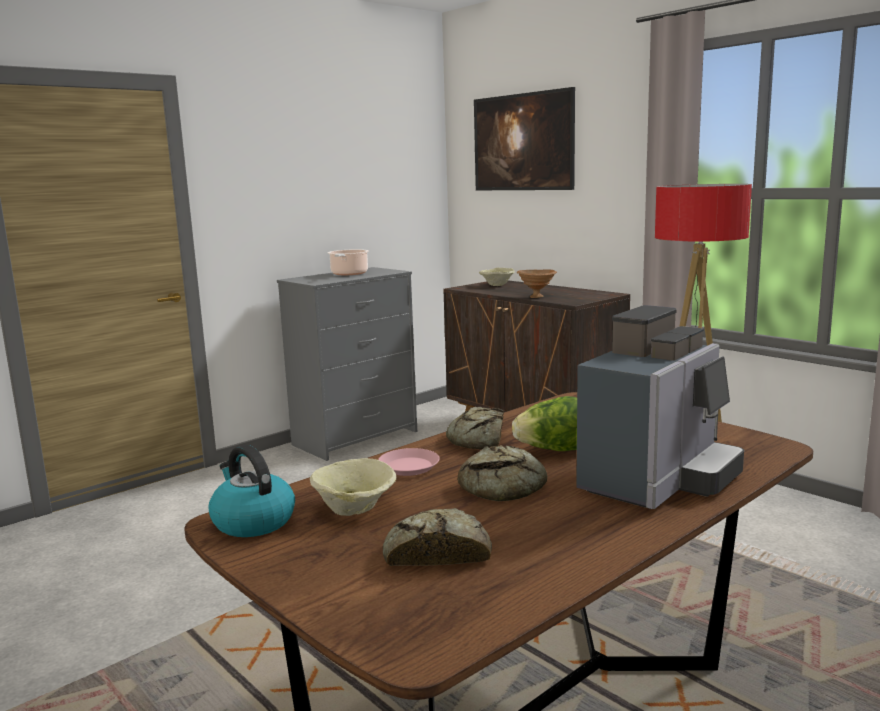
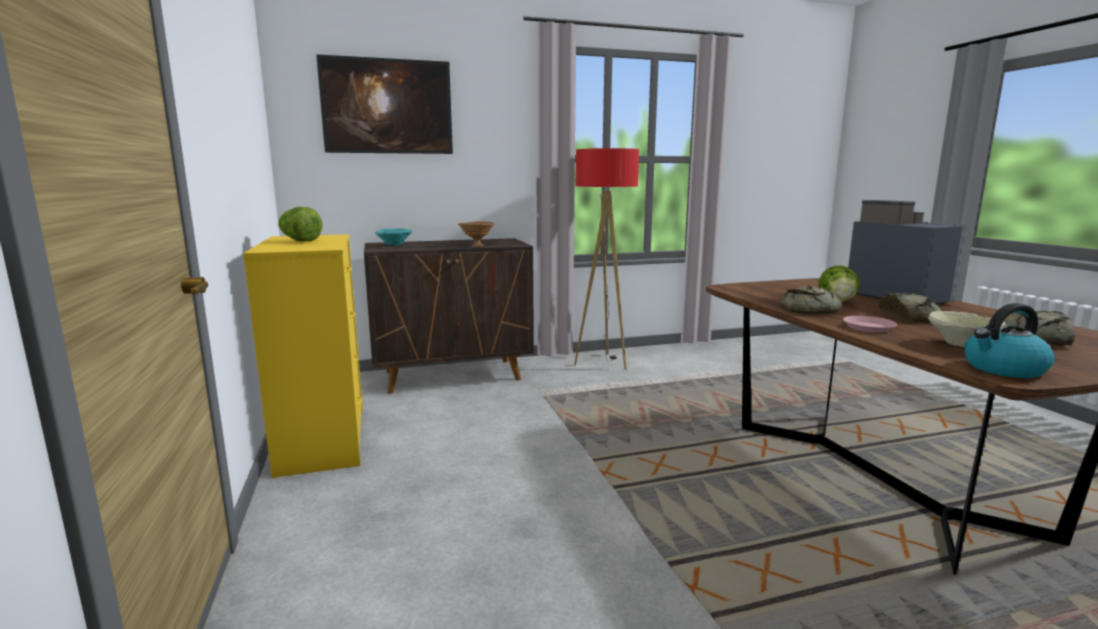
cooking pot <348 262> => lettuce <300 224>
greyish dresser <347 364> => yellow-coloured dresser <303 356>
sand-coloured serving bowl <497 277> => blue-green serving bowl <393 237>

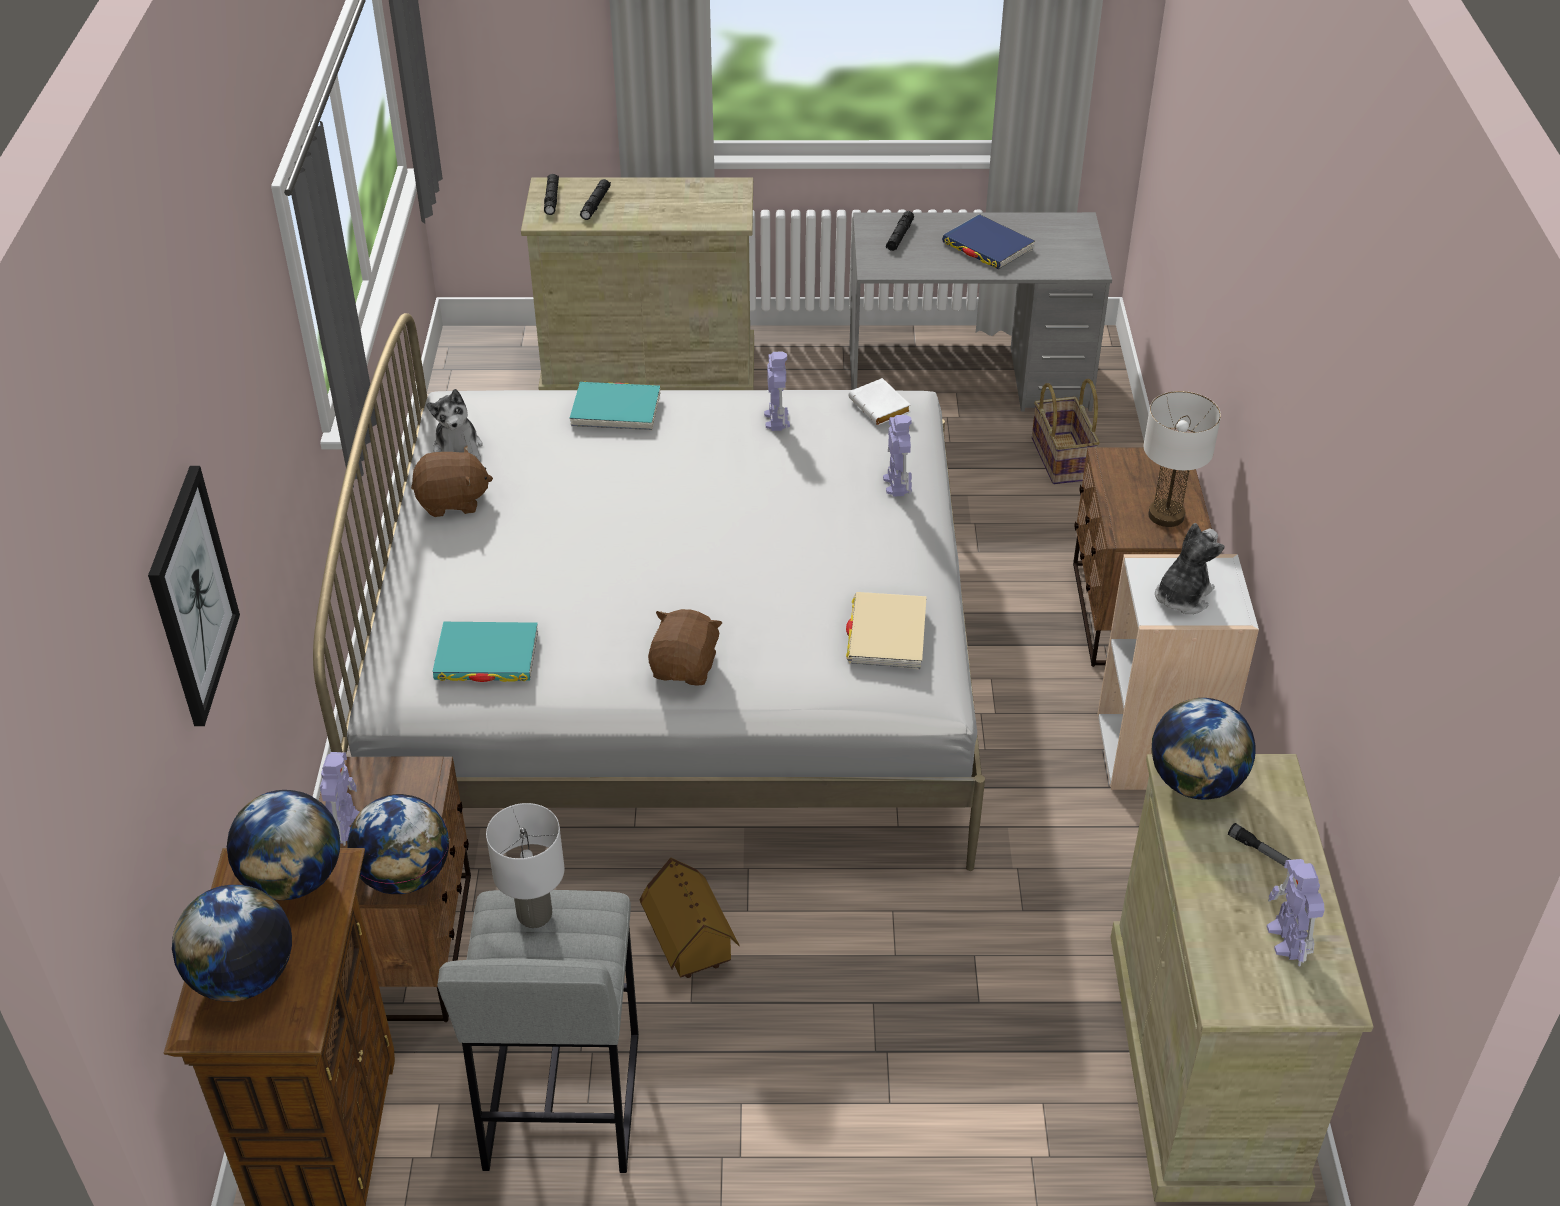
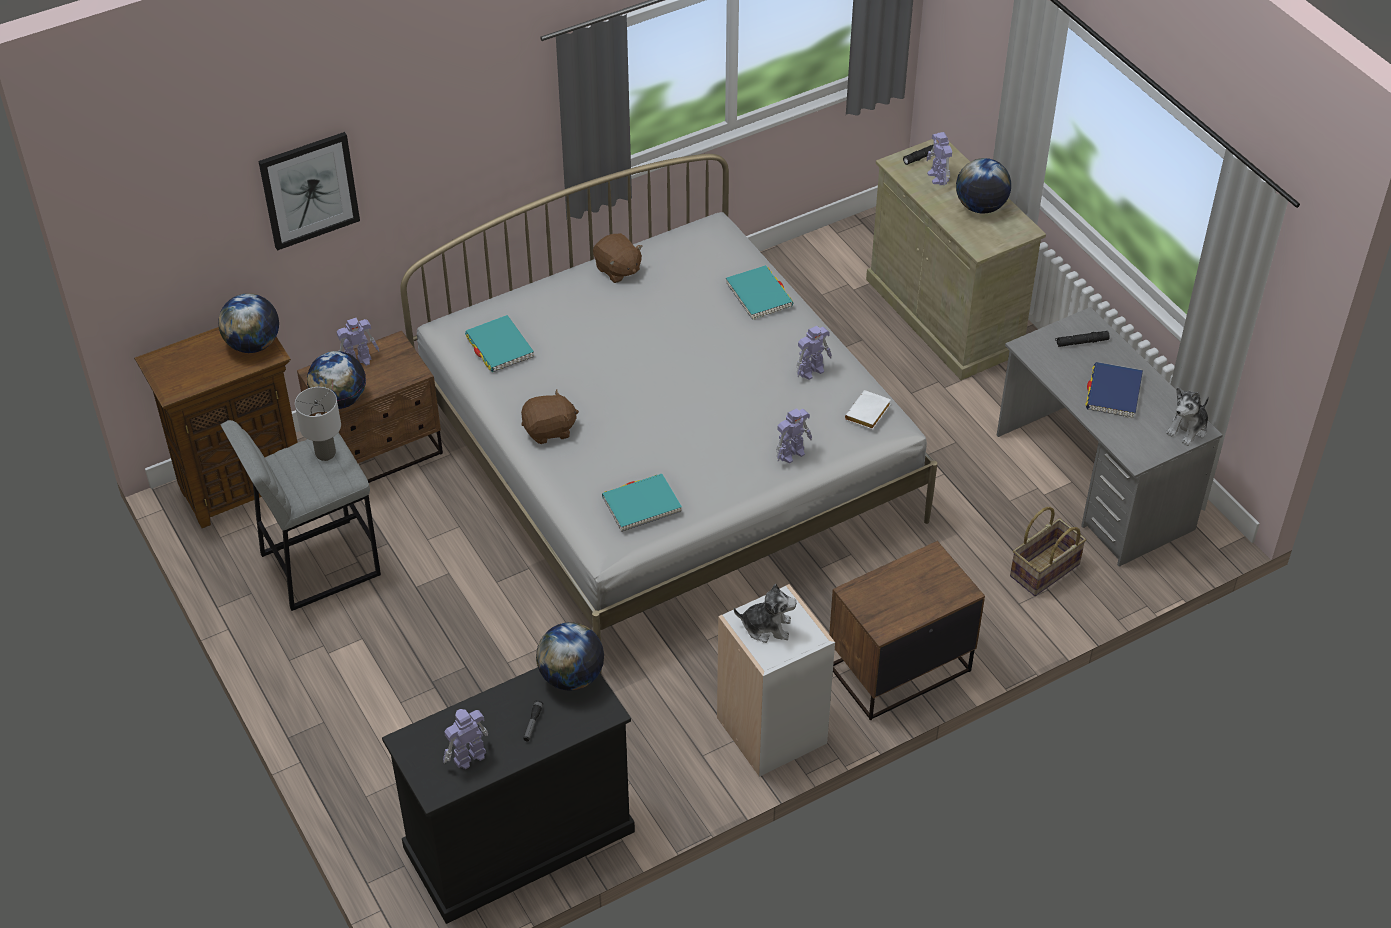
toy house <690 918> => nothing
lamp for a table <1182 459> => nothing
world globe <232 943> => world globe <983 185>, moved
cuddly toy <454 425> => cuddly toy <1187 416>, moved
black-coloured flashlight <595 199> => model robot <939 159>
sand-coloured bound book <886 631> => blue-green bound book <642 503>
sand-coloured dresser <1242 978> => black-coloured dresser <508 795>

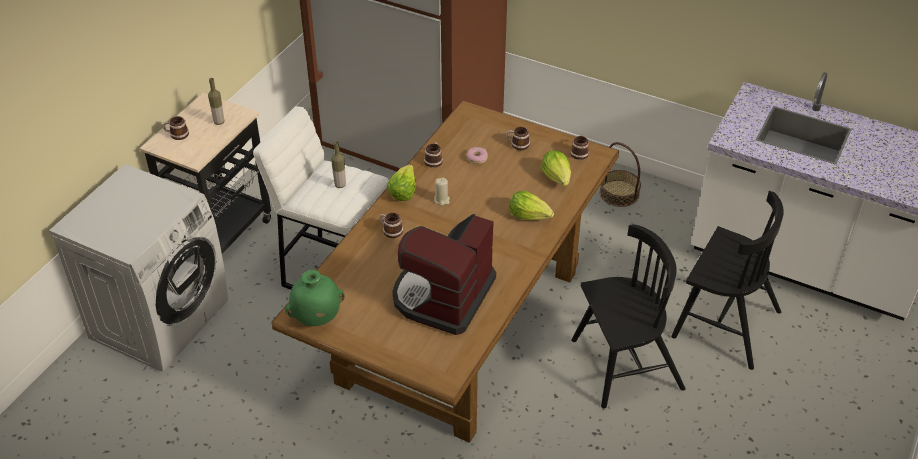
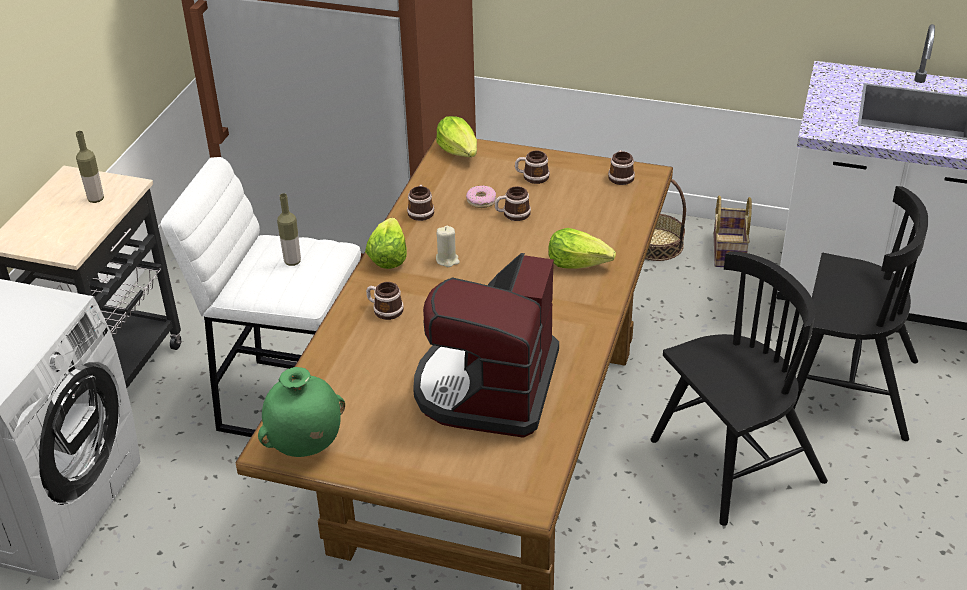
nothing => storage basket <733 231>
coffee mug <176 128> => coffee mug <513 203>, moved
lettuce <556 168> => lettuce <456 136>, moved

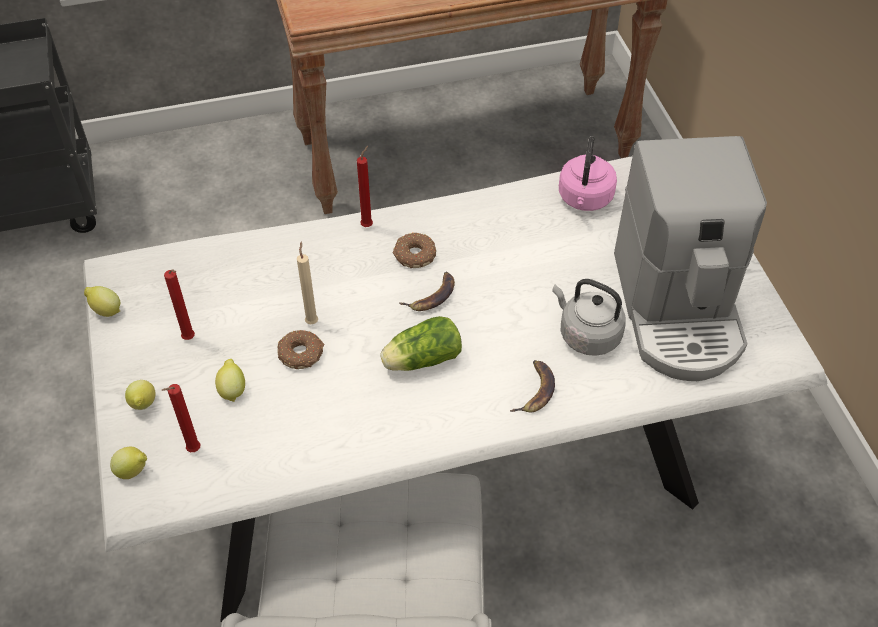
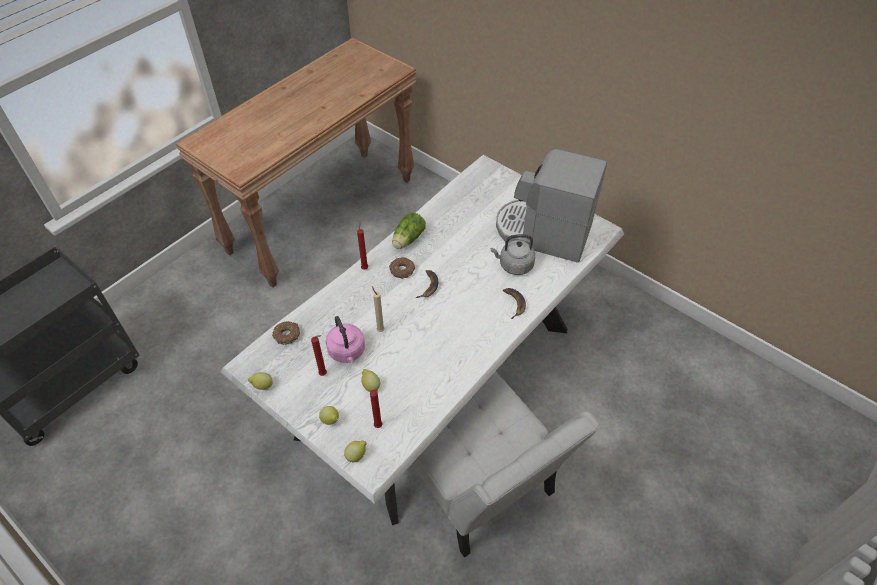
donut <301 350> => donut <286 333>, moved
lettuce <421 343> => lettuce <409 231>, moved
pink water kettle <588 173> => pink water kettle <345 339>, moved
coffee machine <690 258> => coffee machine <551 205>, 150 degrees clockwise

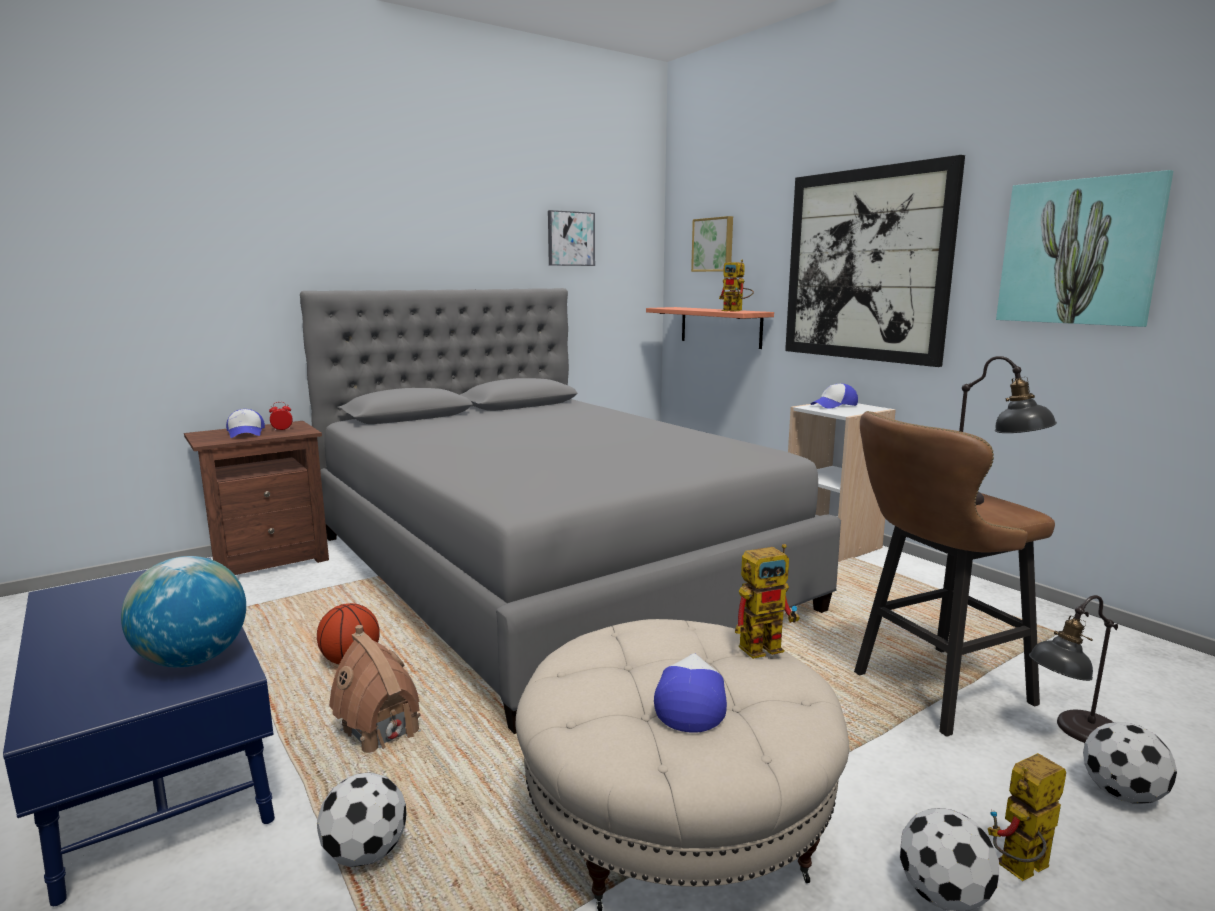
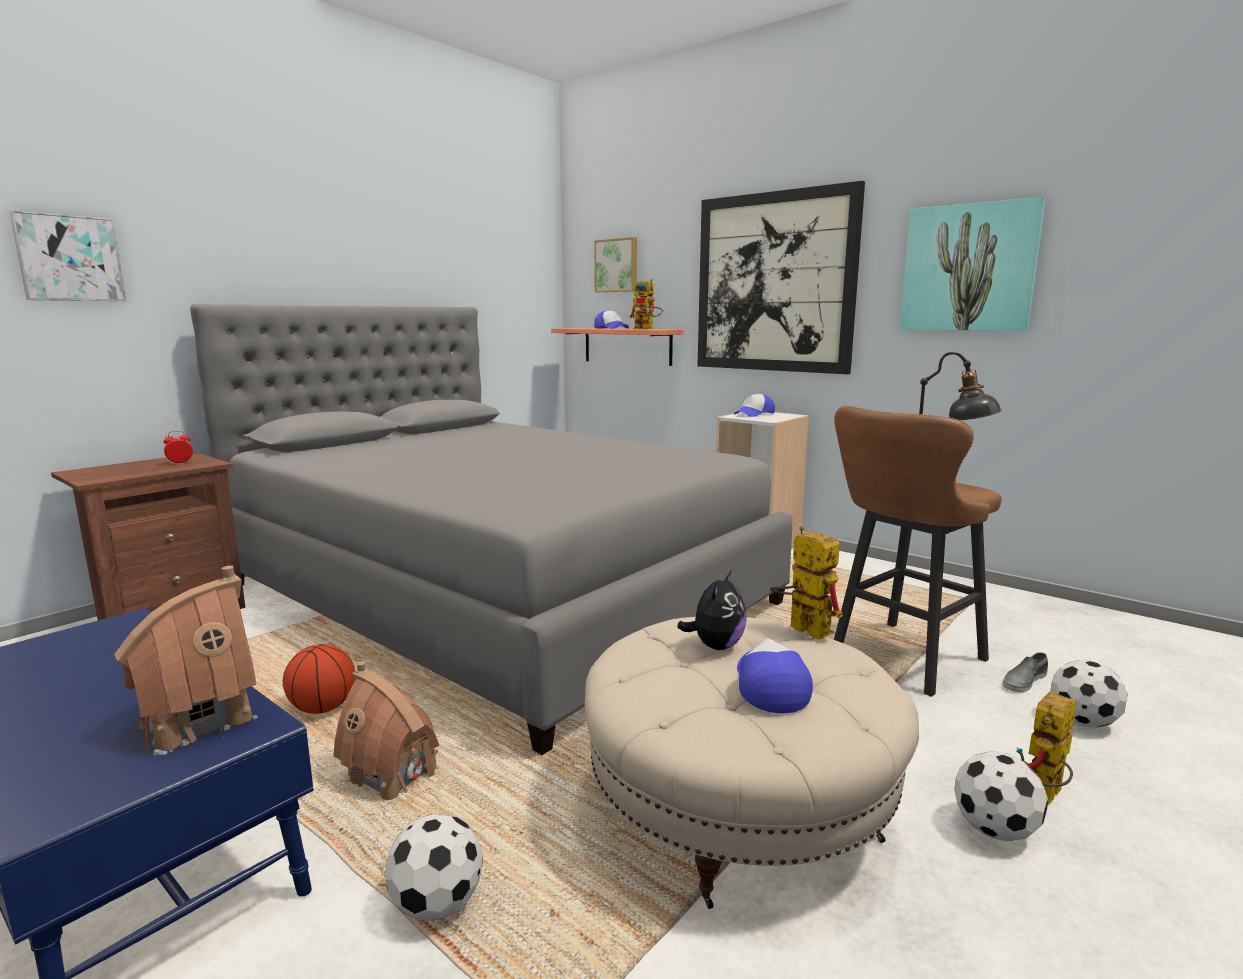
nothing => cuddly toy <711 610>
baseball cap <245 423> => baseball cap <611 320>, moved
wall picture <571 238> => wall picture <67 255>, moved
world globe <183 612> => toy house <186 660>
greyish lamp for a table <1073 669> => greyish item of footwear <1025 672>
model robot <767 601> => model robot <806 583>, 90 degrees counterclockwise

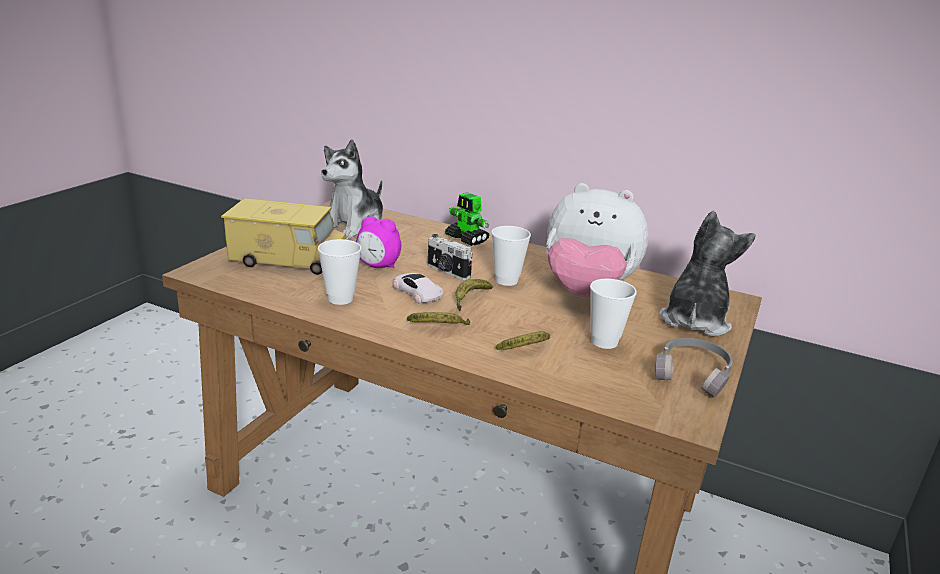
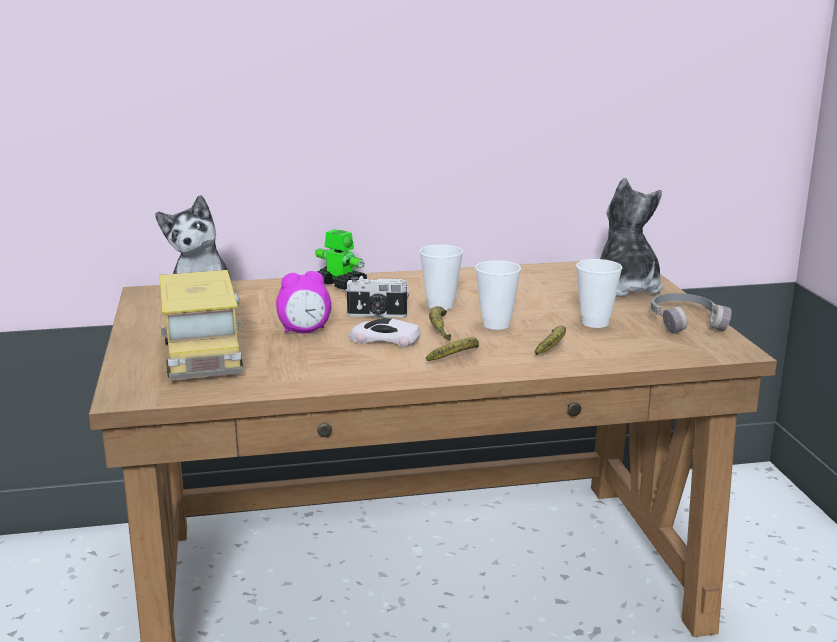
cuddly toy <597 240> => nothing
small cup <339 272> => small cup <498 295>, moved
model truck <285 236> => model truck <201 325>, 105 degrees clockwise
model robot <467 219> => model robot <341 259>, 150 degrees counterclockwise

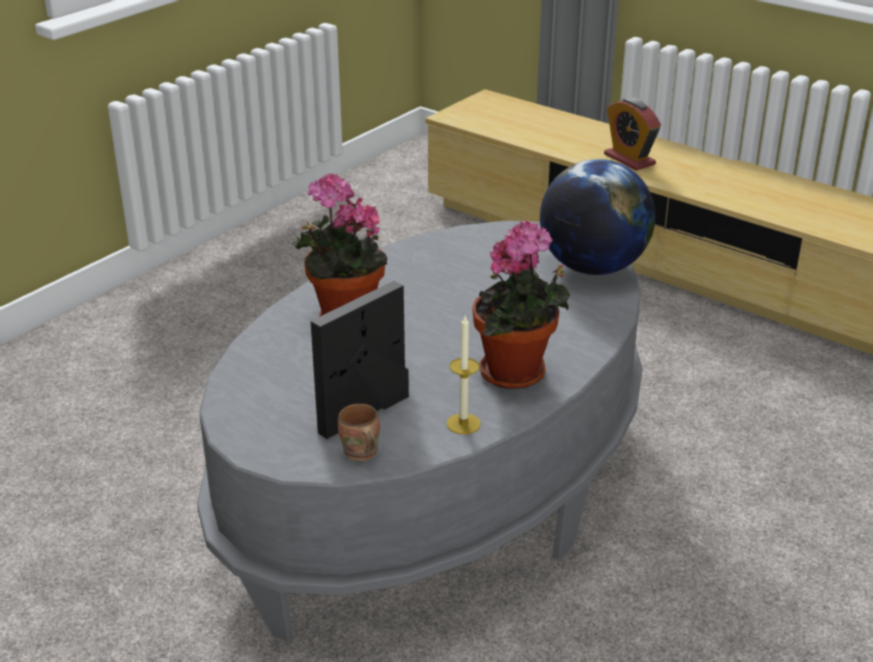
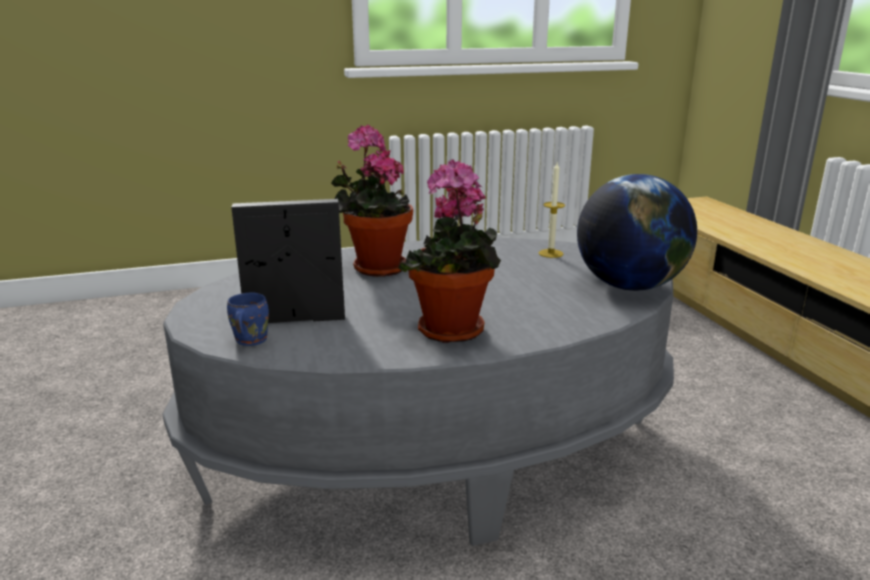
alarm clock <632 134> => nothing
candle <464 375> => candle <552 210>, moved
brown-coloured coffee mug <359 432> => bluish coffee mug <248 319>

